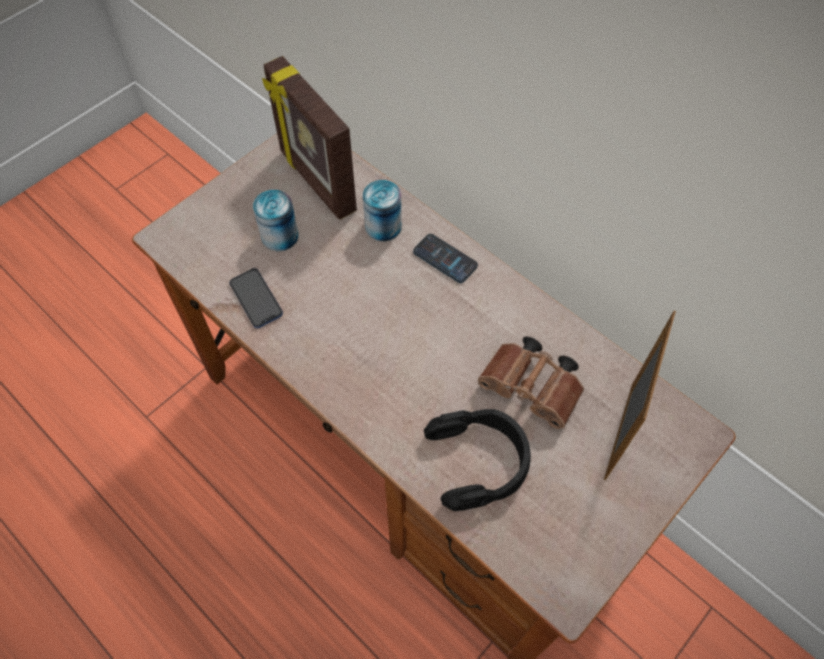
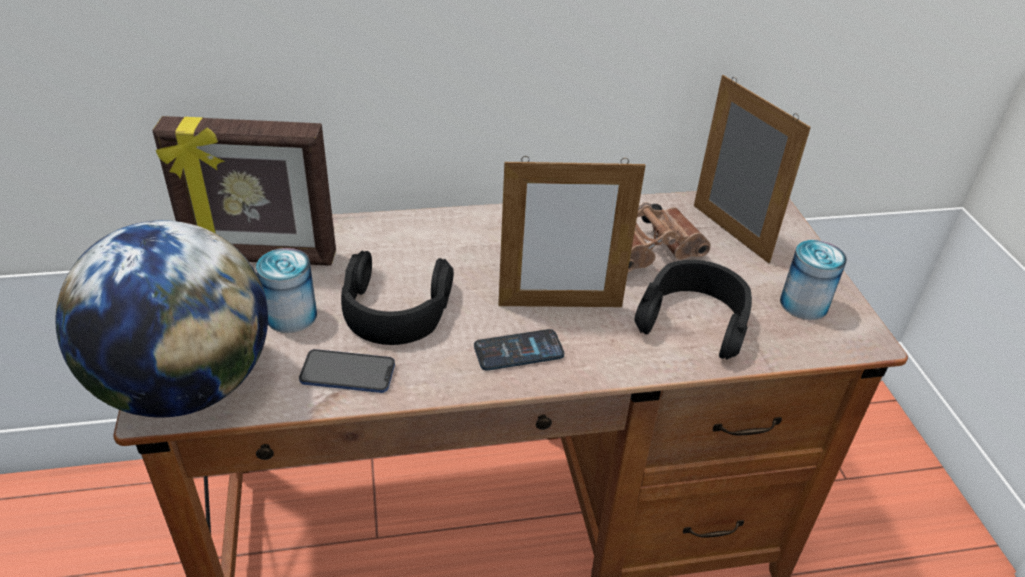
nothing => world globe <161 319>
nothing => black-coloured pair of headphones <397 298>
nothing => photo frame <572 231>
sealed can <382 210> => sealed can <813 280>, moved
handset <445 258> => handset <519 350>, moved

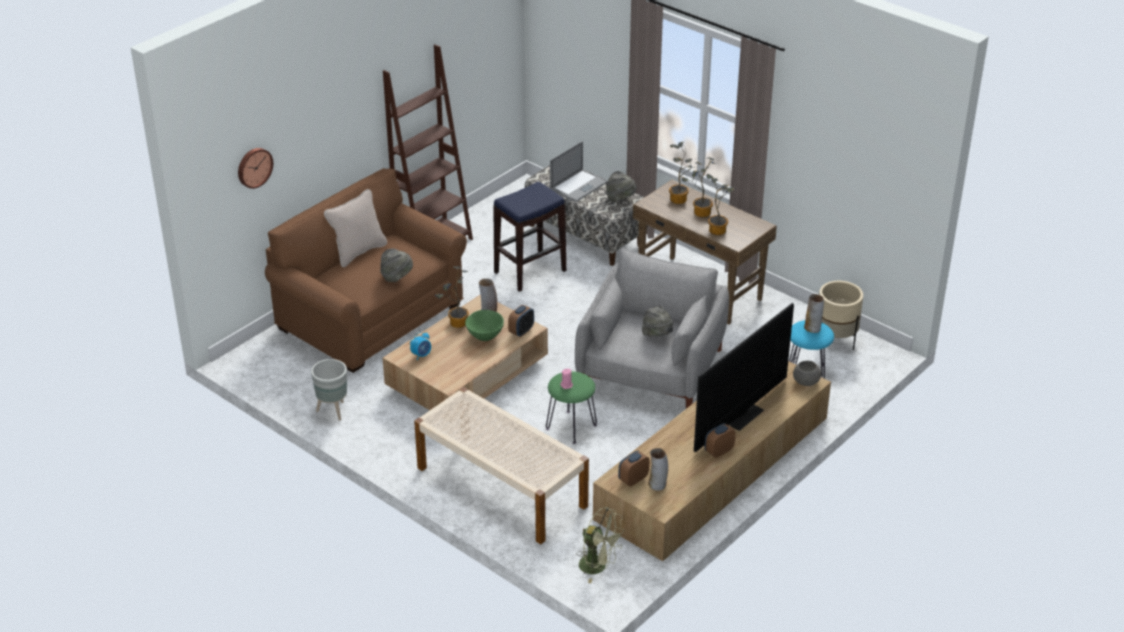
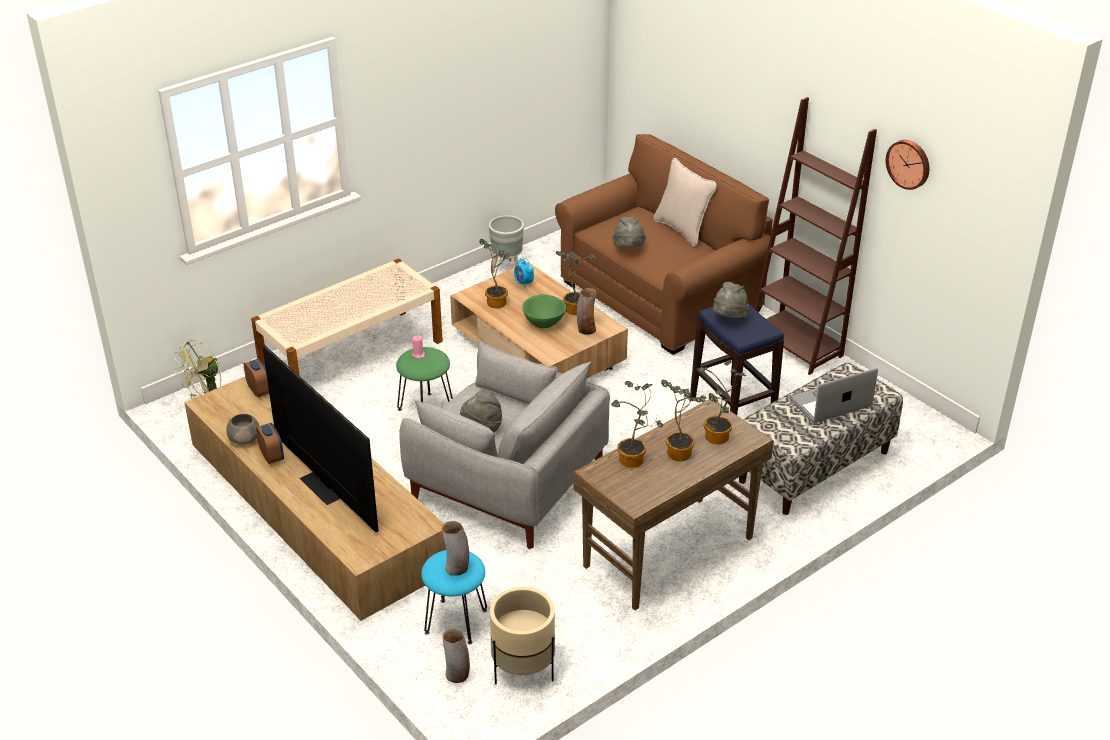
alarm clock <521 321> => nothing
nothing => houseplant <494 273>
clock on the wall <255 168> => clock on the wall <907 165>, moved
greyish clothing hat <621 186> => greyish clothing hat <731 300>, moved
decorative vase <658 469> => decorative vase <456 655>, moved
greyish serving bowl <807 373> => greyish serving bowl <242 429>, moved
notebook computer <579 171> => notebook computer <833 396>, 105 degrees clockwise

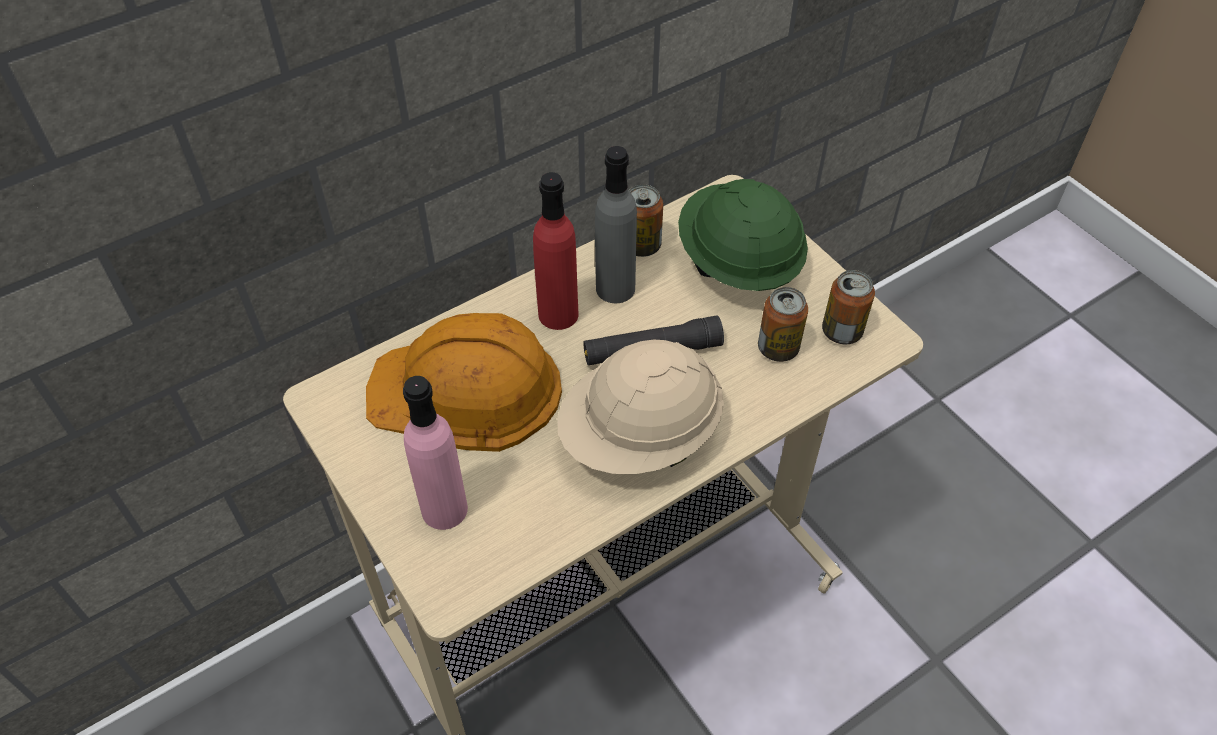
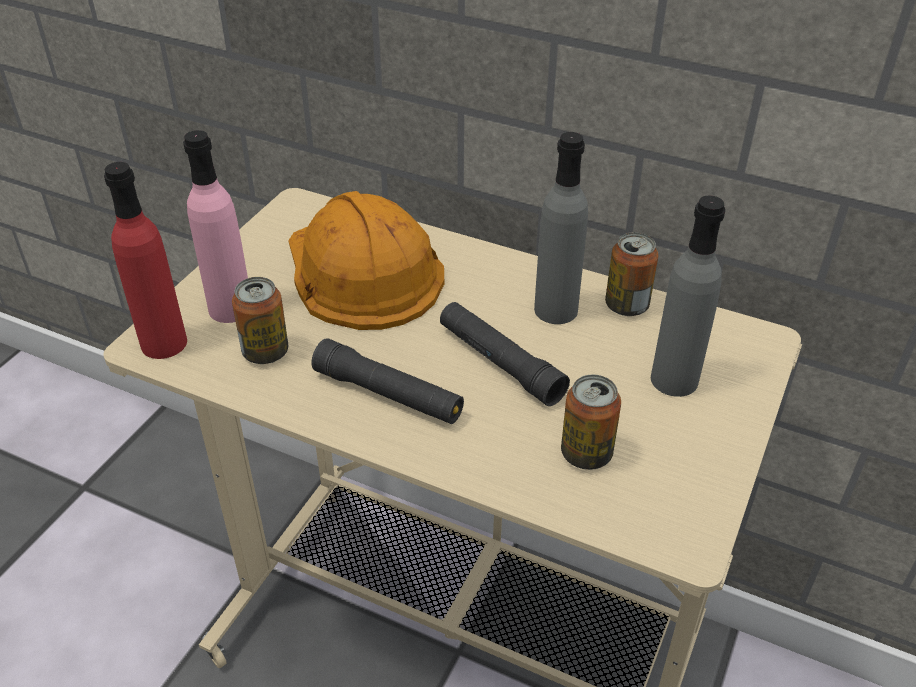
reddish bottle <556 251> => reddish bottle <145 260>, moved
sealed can <848 307> => sealed can <260 320>, moved
sand-coloured work helmet <640 407> => black-coloured flashlight <387 381>
green work helmet <743 235> => greyish bottle <688 296>

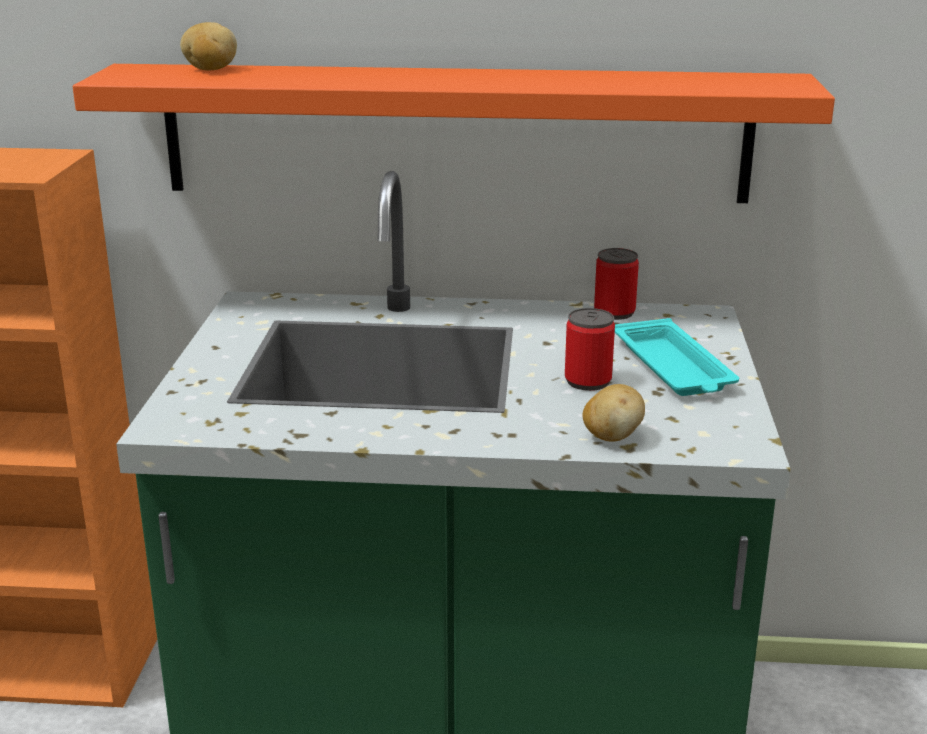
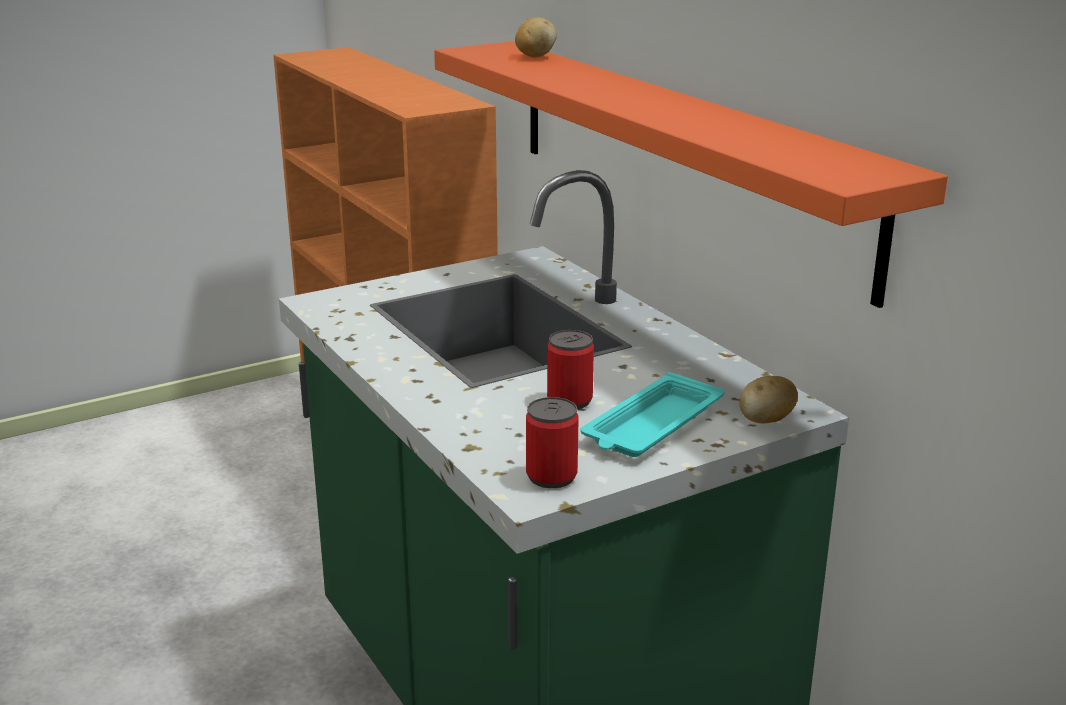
spud <614 413> => spud <768 399>, moved
sealed can <616 284> => sealed can <552 442>, moved

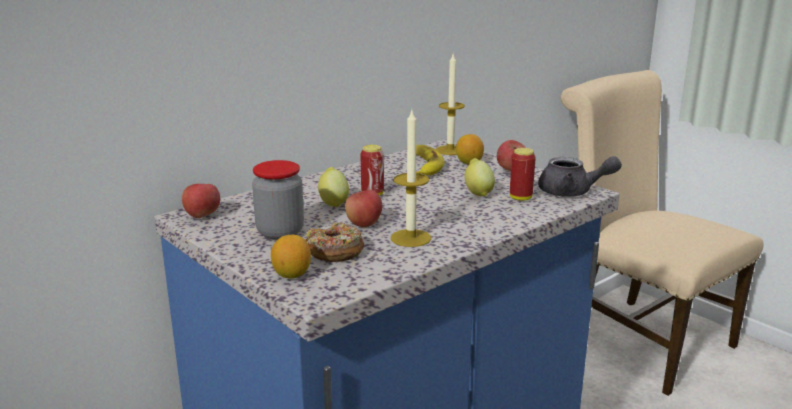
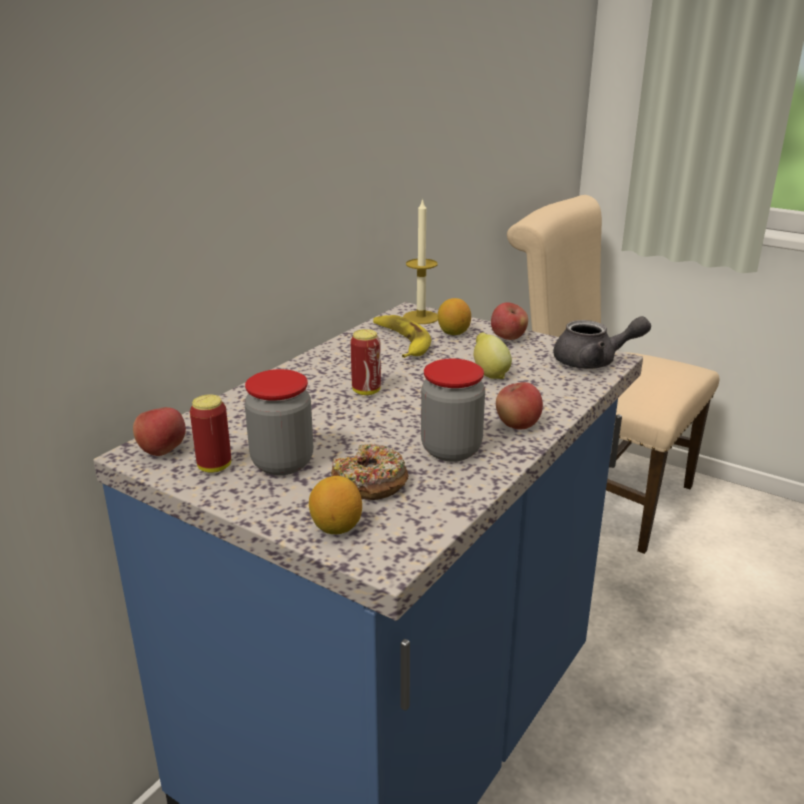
whole lemon <333 187> => nothing
apple <363 208> => apple <519 406>, moved
sealed can <523 174> => sealed can <210 434>, moved
candle <411 178> => jar <453 410>

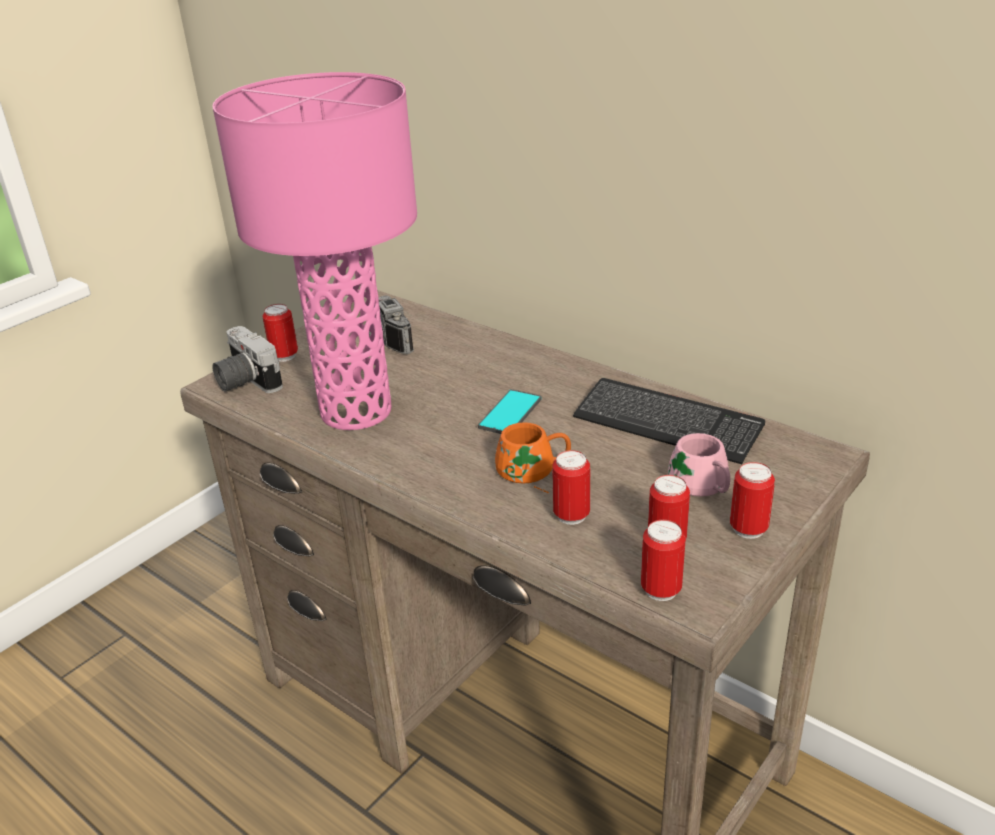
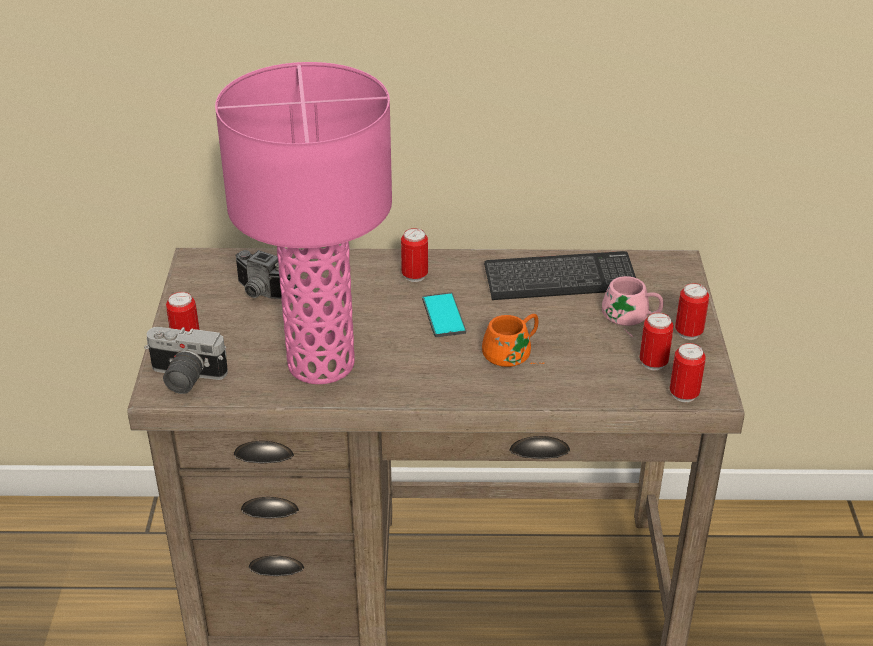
sealed can <571 487> => sealed can <414 255>, moved

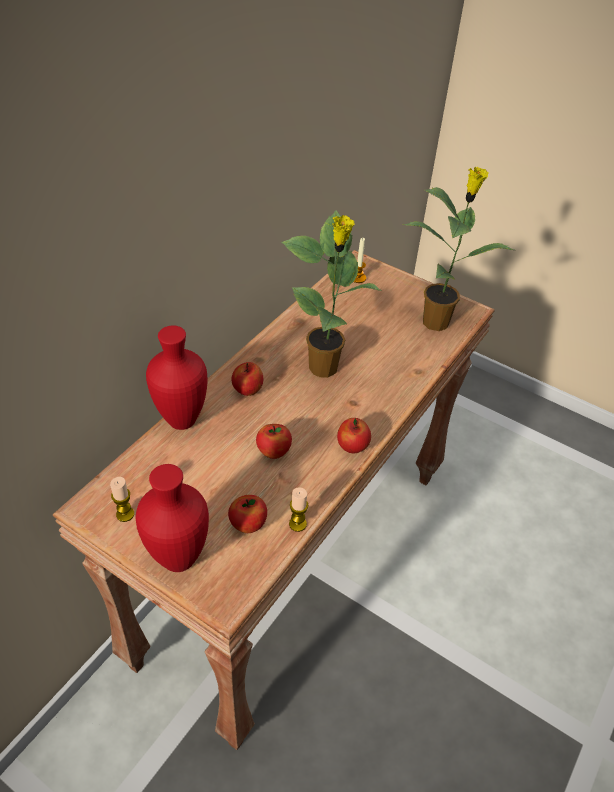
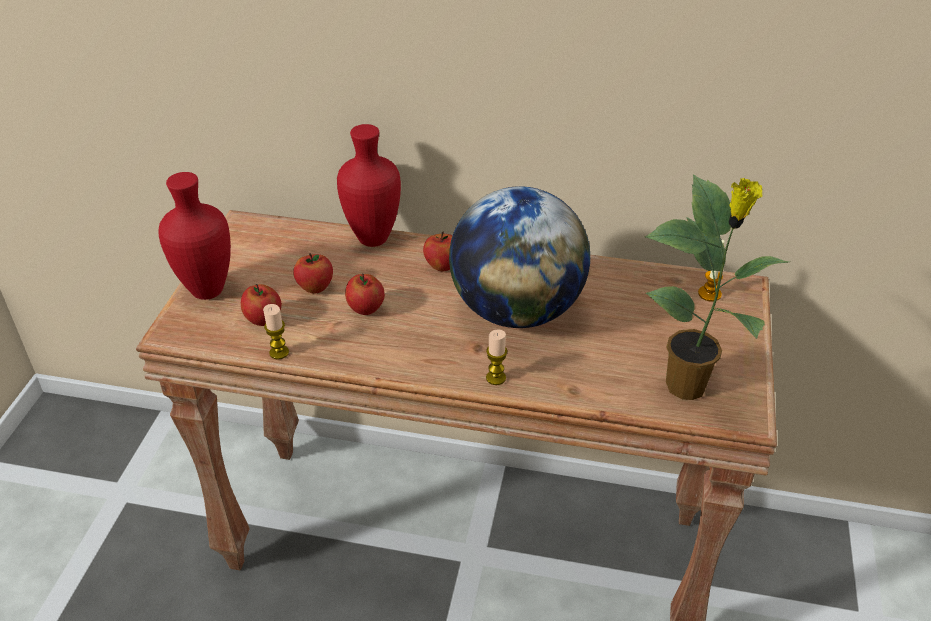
candle <122 499> => candle <496 357>, moved
apple <354 435> => apple <313 273>, moved
houseplant <332 294> => world globe <519 257>

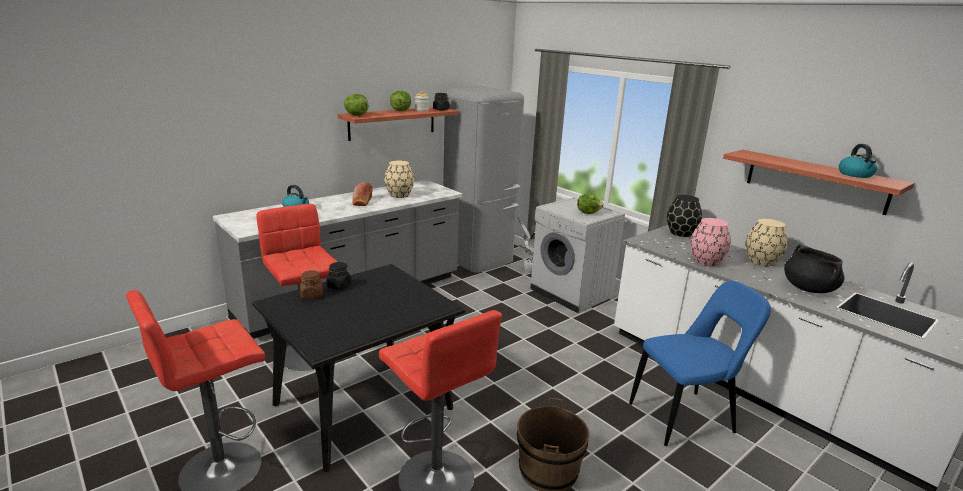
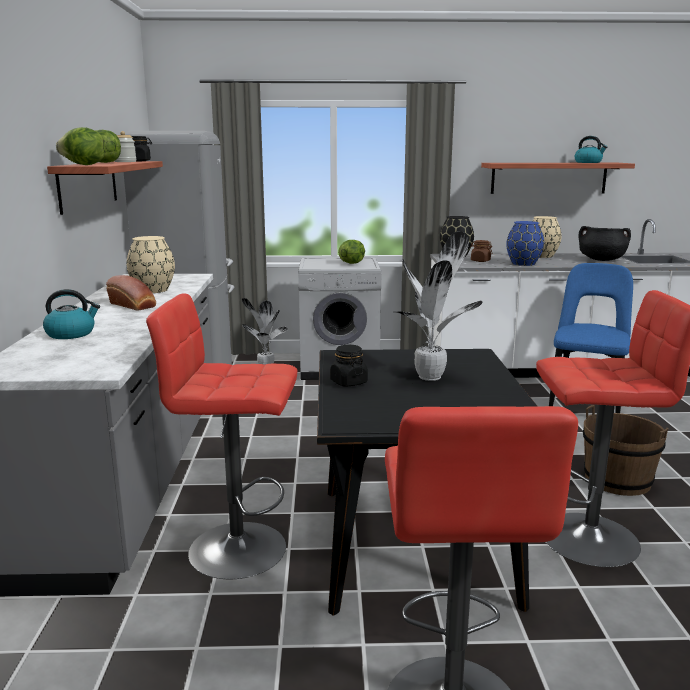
nothing => houseplant <438 306>
brown-coloured jar <311 284> => brown-coloured jar <481 251>, moved
pink decorative vase <710 242> => bluish decorative vase <525 243>

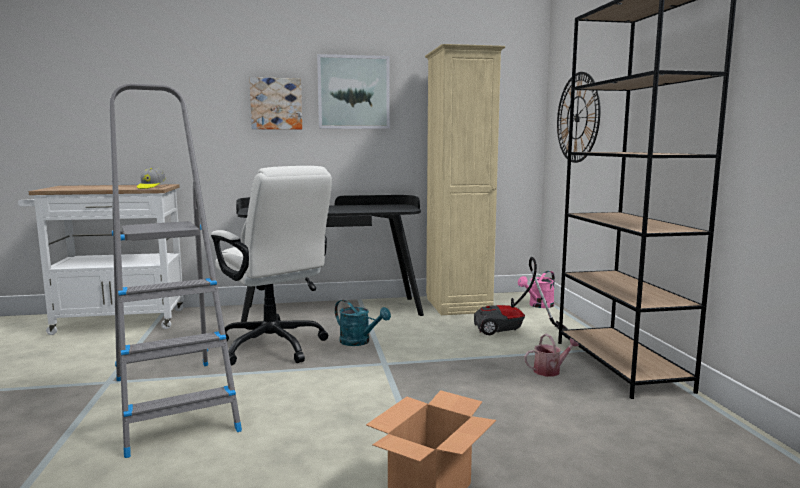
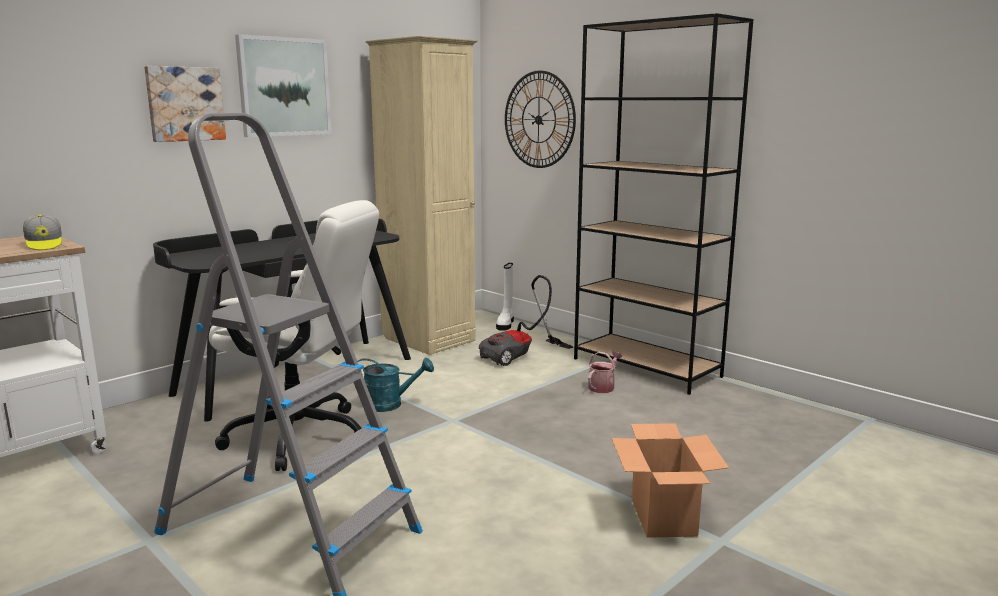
pink watering pot <536 289> => white tall boot <505 297>

